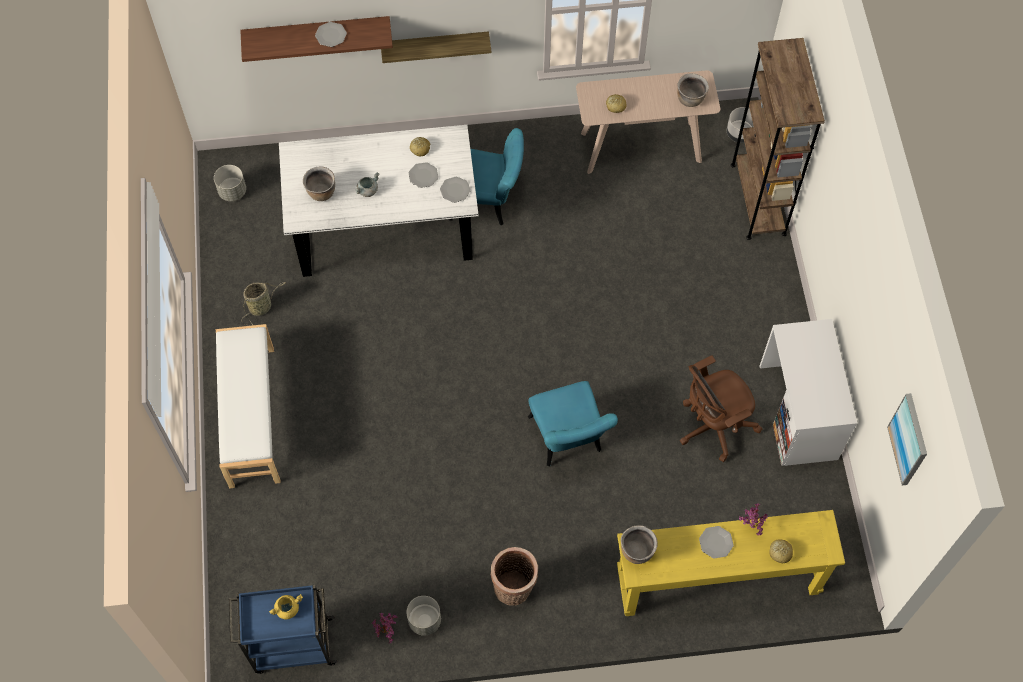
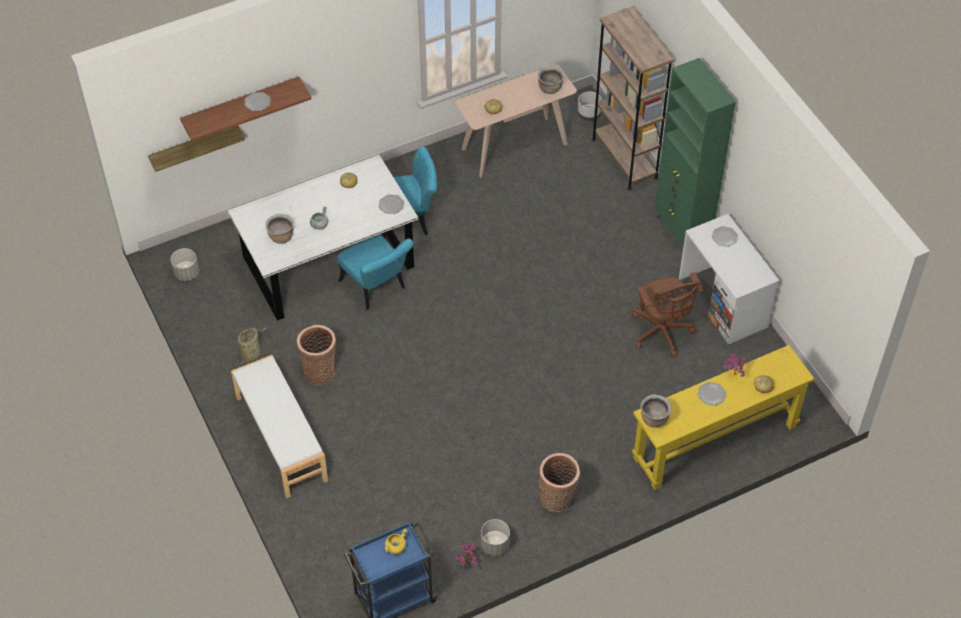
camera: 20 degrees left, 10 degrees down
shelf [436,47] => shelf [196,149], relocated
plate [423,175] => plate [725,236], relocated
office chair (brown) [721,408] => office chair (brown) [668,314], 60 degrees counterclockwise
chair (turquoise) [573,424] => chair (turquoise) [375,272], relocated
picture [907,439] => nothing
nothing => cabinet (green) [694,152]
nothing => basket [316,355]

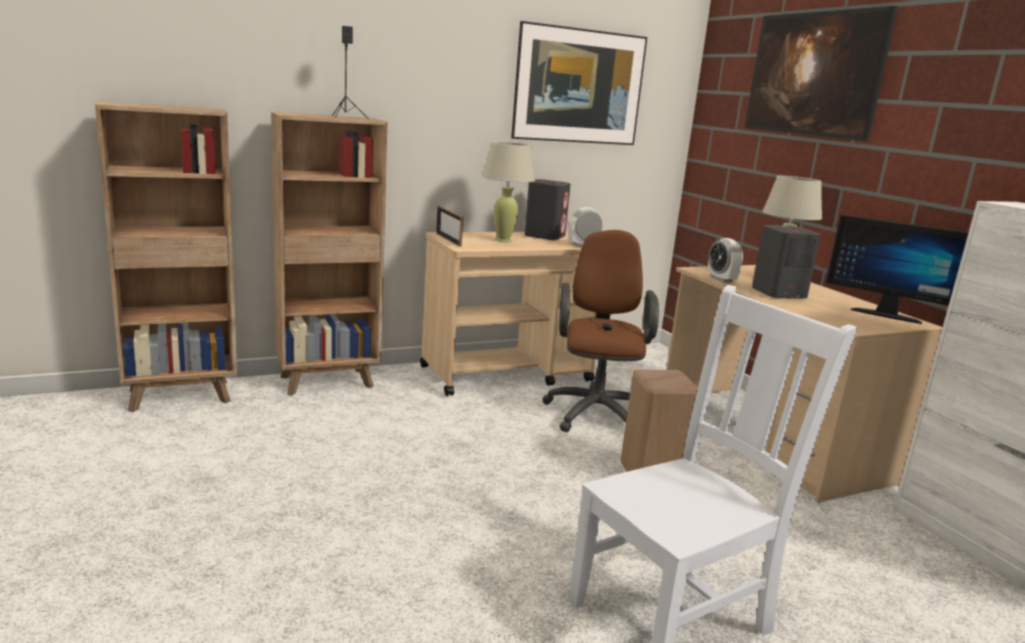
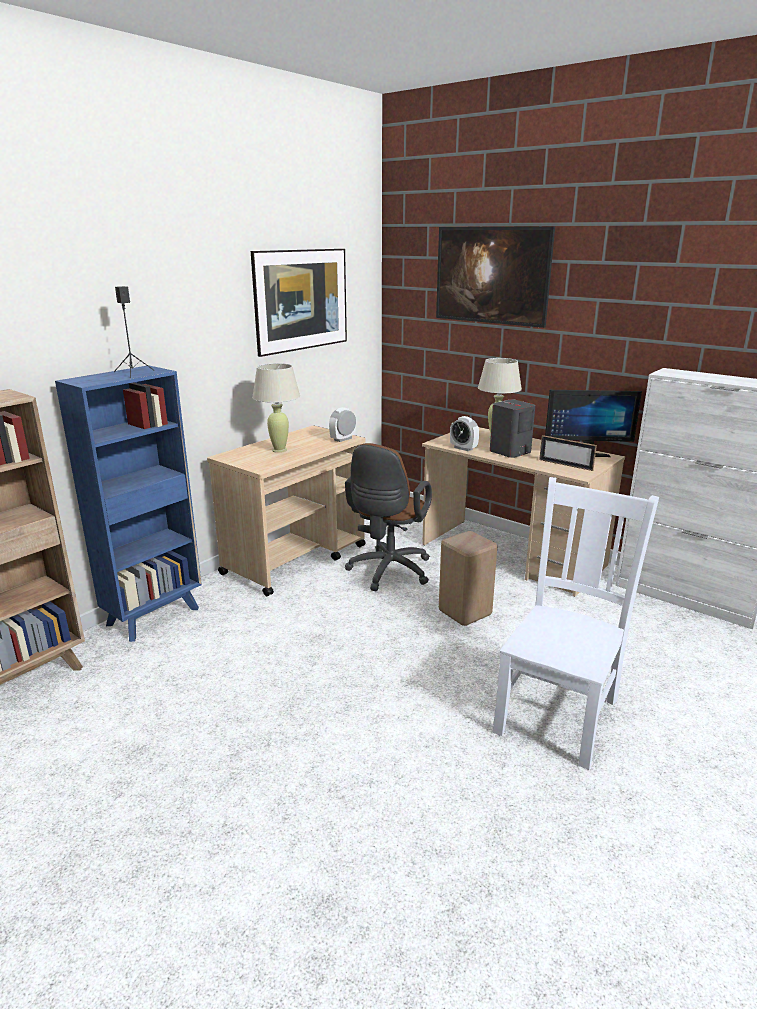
camera: 25 degrees left, 5 degrees up
bookcase (brown) [329,254] => bookcase (blue) [128,503]
speaker (grey) [547,209] => nothing
picture frame [449,226] => picture frame [568,453], relocated
office chair (brown) [600,331] => office chair (brown) [388,517], 135 degrees counterclockwise

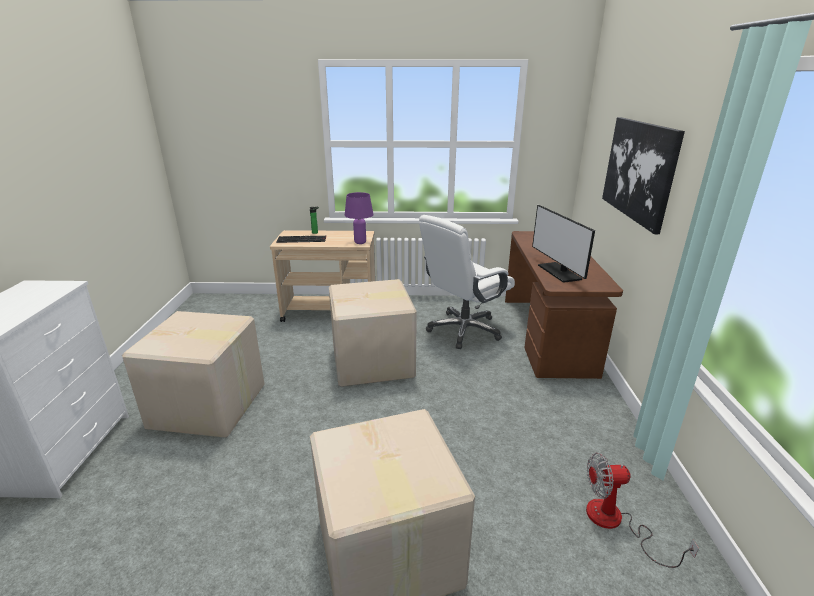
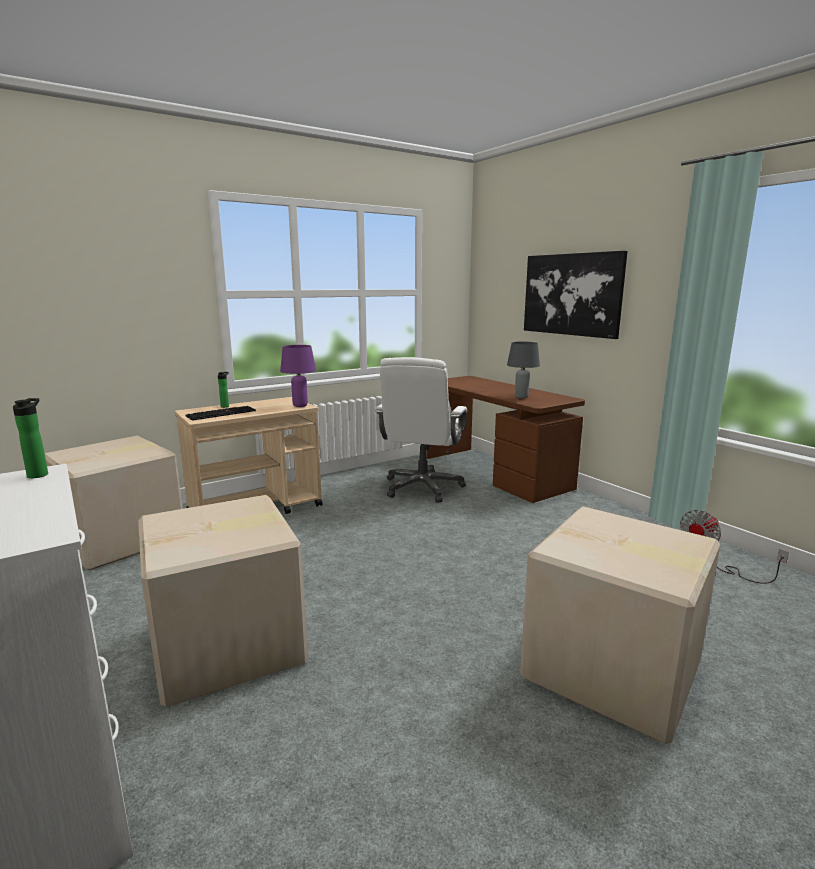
camera: 35 degrees left, 10 degrees down
monitor [563,244] => table lamp (grey) [523,370]
cardboard box [373,333] => cardboard box [114,503], relocated
nothing => bottle [30,438]

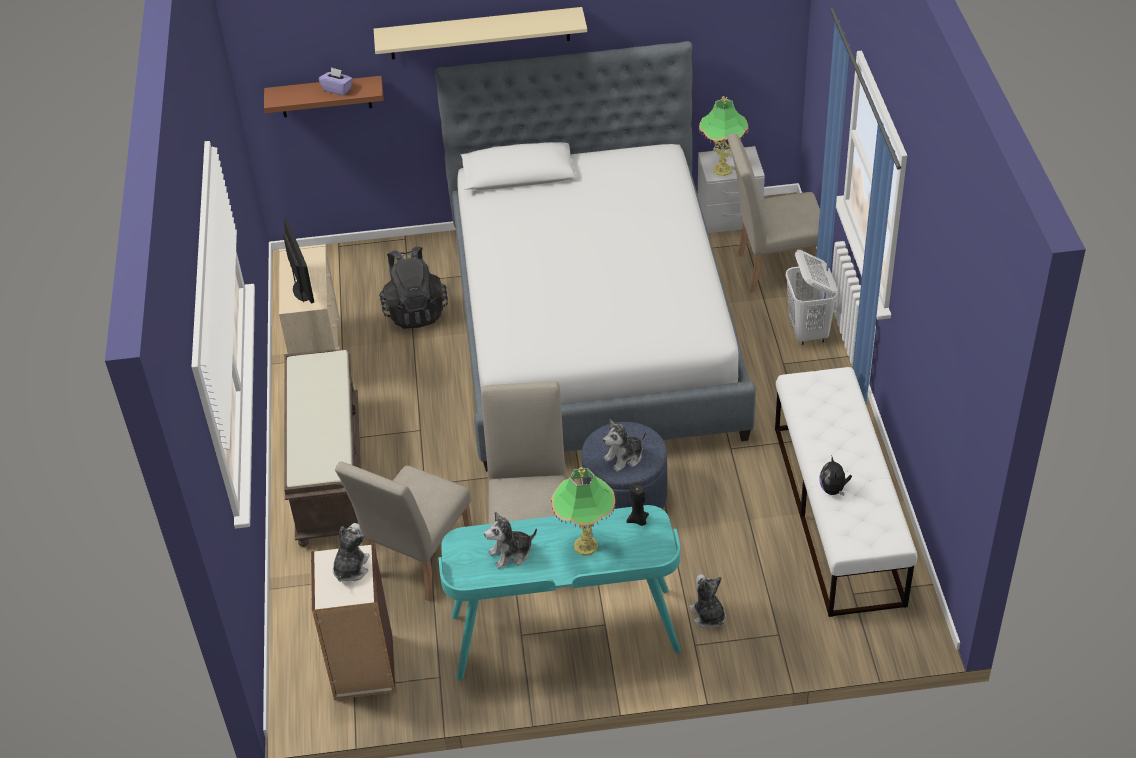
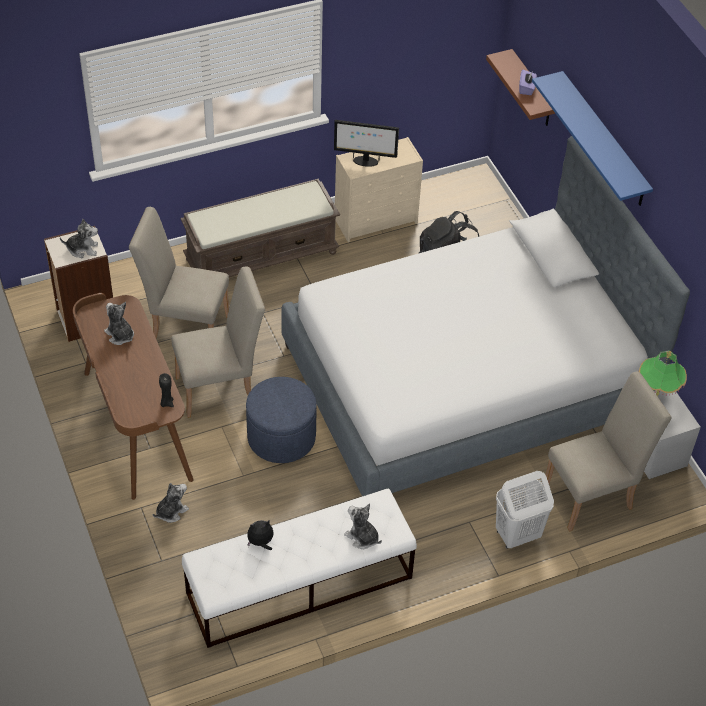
camera: 70 degrees right, 5 degrees up
shelf (beige) [480,33] => shelf (blue) [592,138]
chair (beige) [773,212] => chair (beige) [608,451], 90 degrees clockwise
monitor [298,260] => monitor [366,143], 45 degrees clockwise
plush toy [624,445] => plush toy [363,526], relocated
table lamp [583,511] => nothing
desk (turquoise) [560,593] => desk (brown) [133,396]

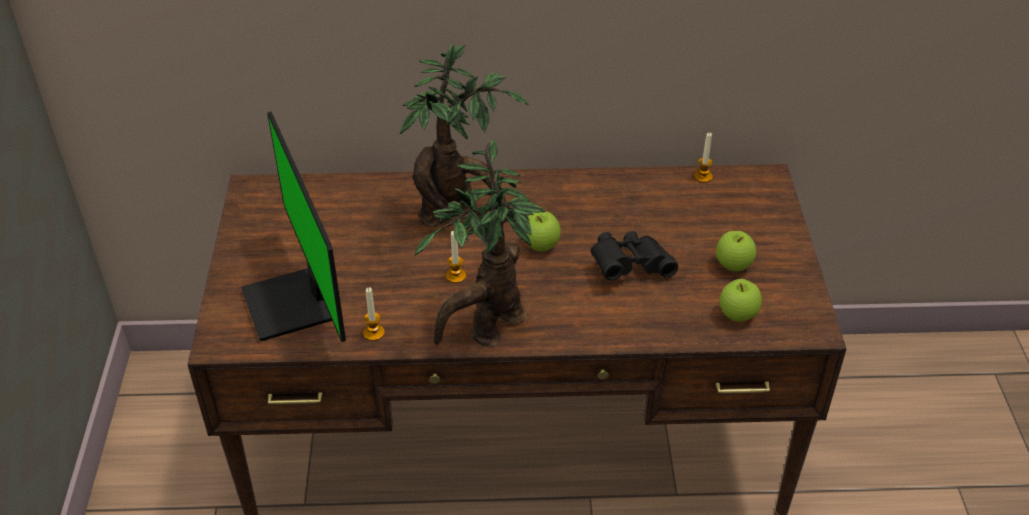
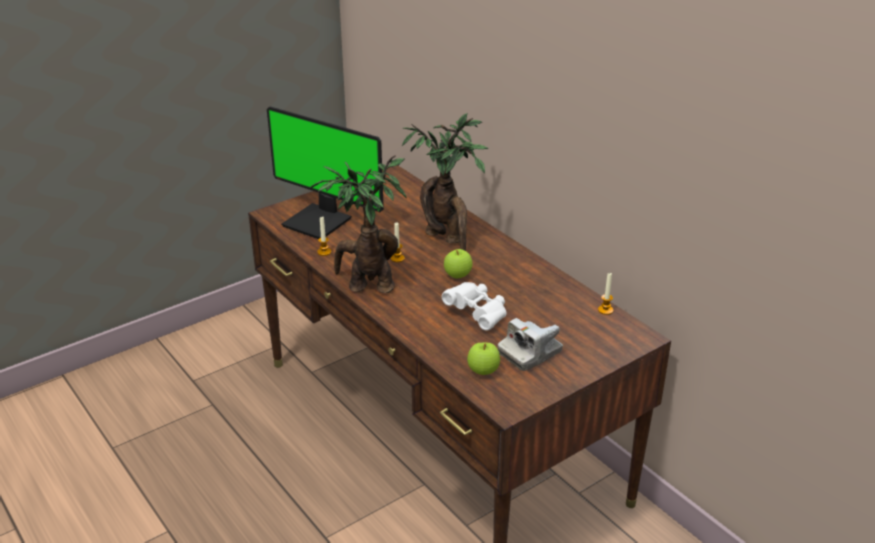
camera: 55 degrees right, 10 degrees down
monitor [293,227] => monitor [325,172], 90 degrees counterclockwise
binoculars (black) [634,255] => binoculars (white) [474,306]
apple [736,251] => photo camera [530,344]

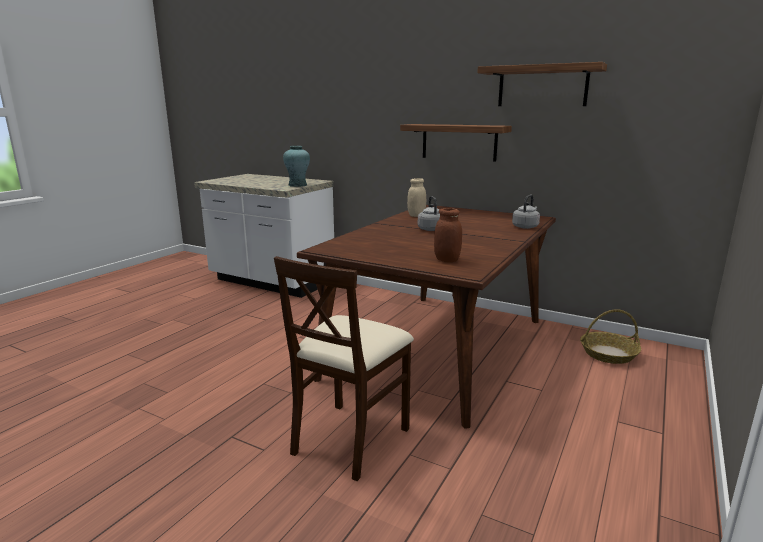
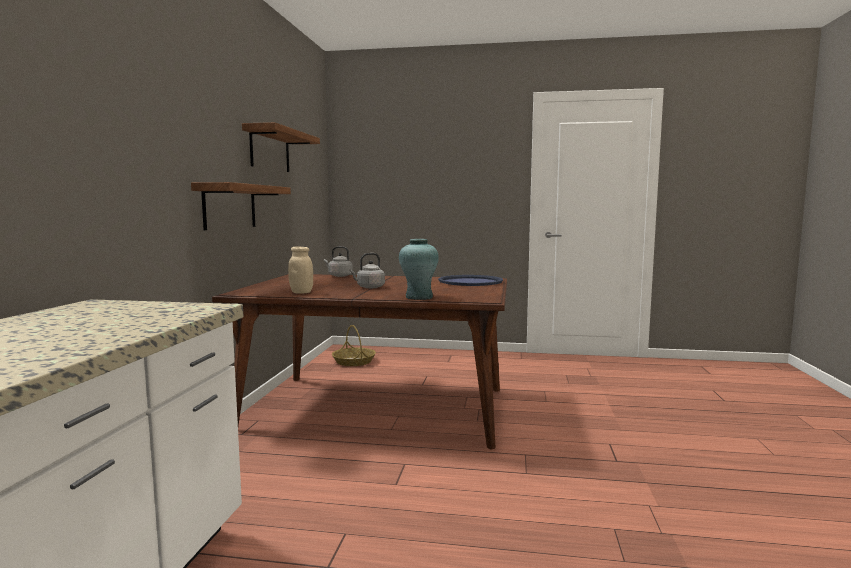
camera: 110 degrees left, 10 degrees down
vase (turquoise) [296,166] => vase (turquoise) [419,269], relocated
jar (brown) [448,235] => tray (blue) [470,280]
chair (beige) [344,368] => nothing

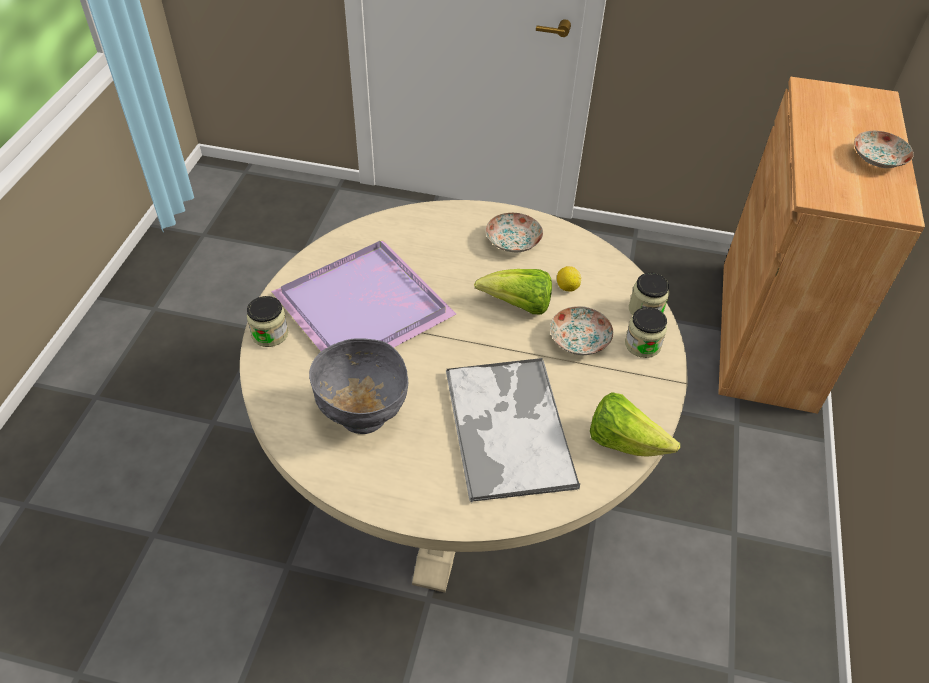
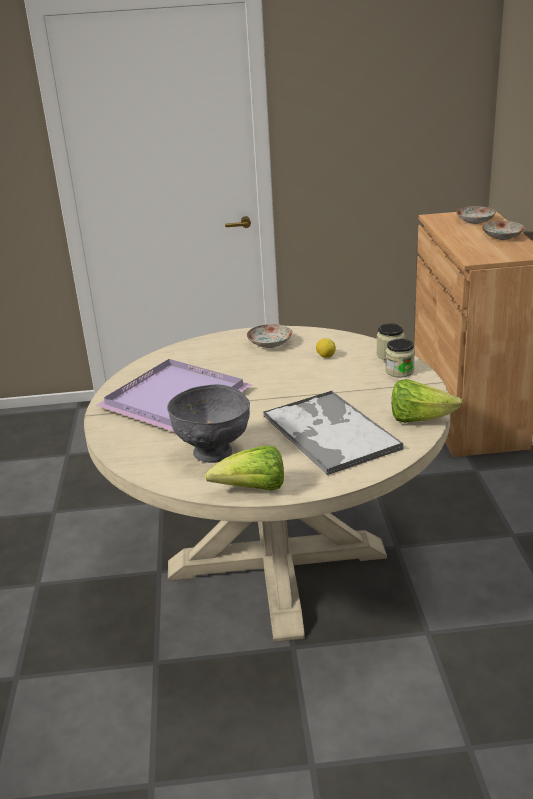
camera: 15 degrees left, 20 degrees down
lettuce [513,292] => lettuce [244,468], relocated
jar [267,321] => nothing
plate [581,330] => plate [476,215], relocated

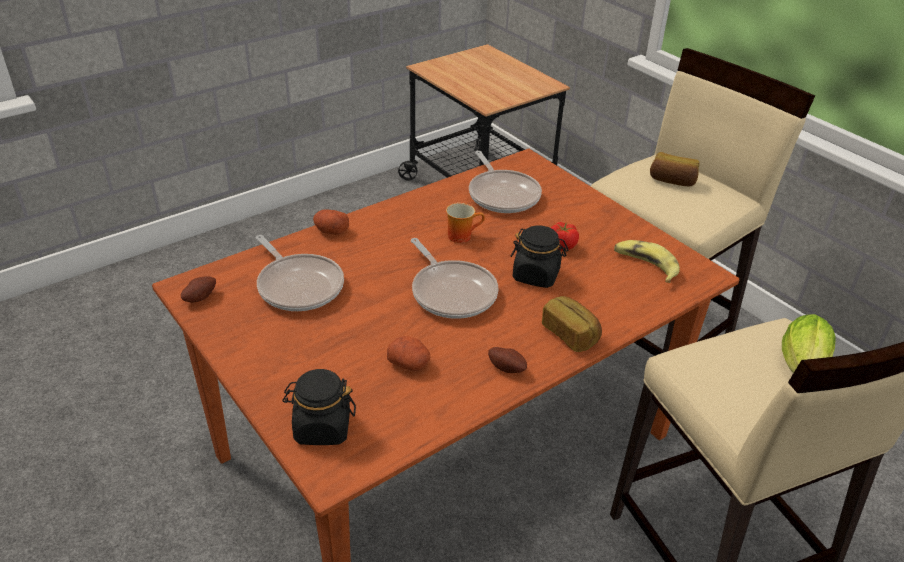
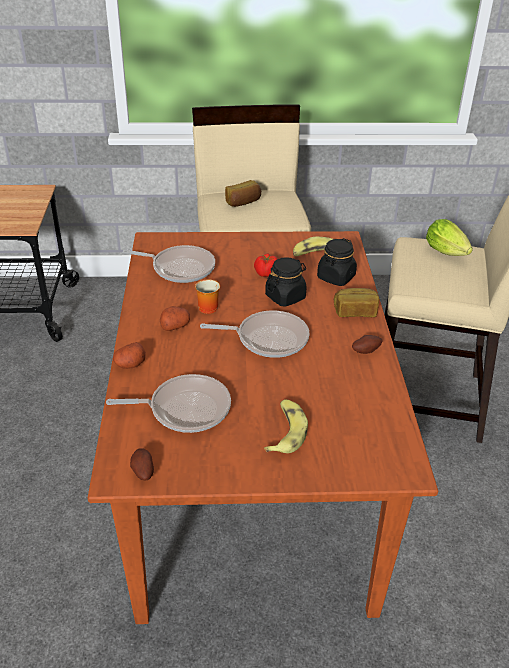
camera: 55 degrees left, 0 degrees up
potato [408,353] => potato [175,318], relocated
jar (black) [319,407] => jar (black) [337,262], relocated
nothing => banana [286,426]

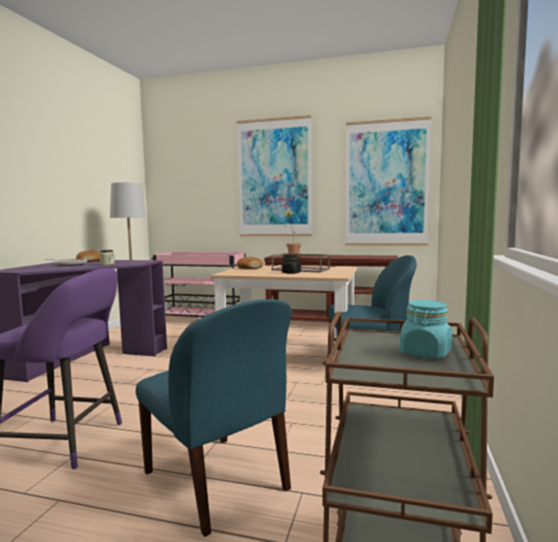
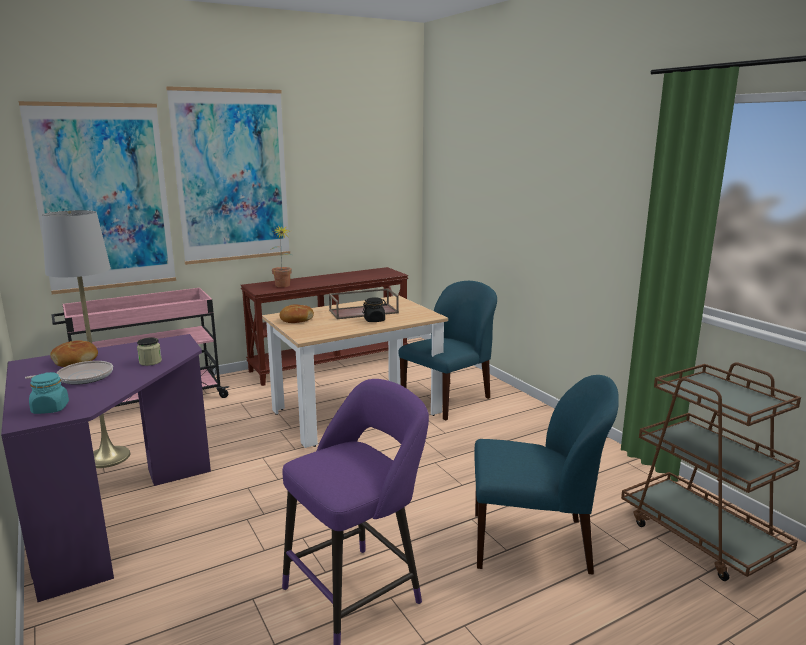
camera: 45 degrees left, 10 degrees up
picture [388,181] => picture [97,198], relocated
jar (turquoise) [426,329] => jar (turquoise) [49,393], relocated

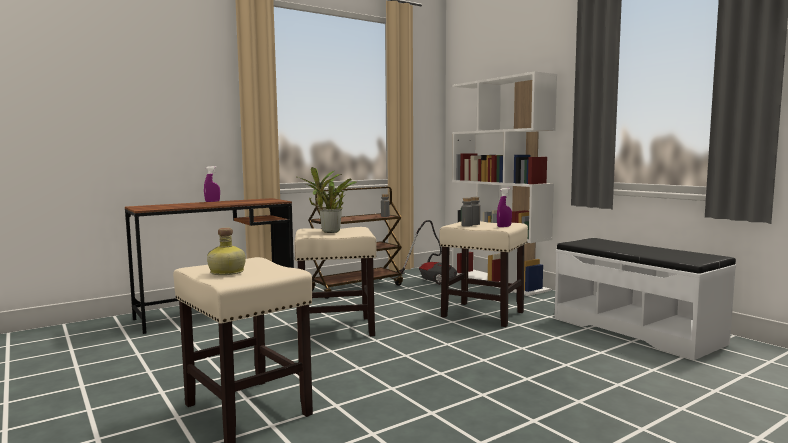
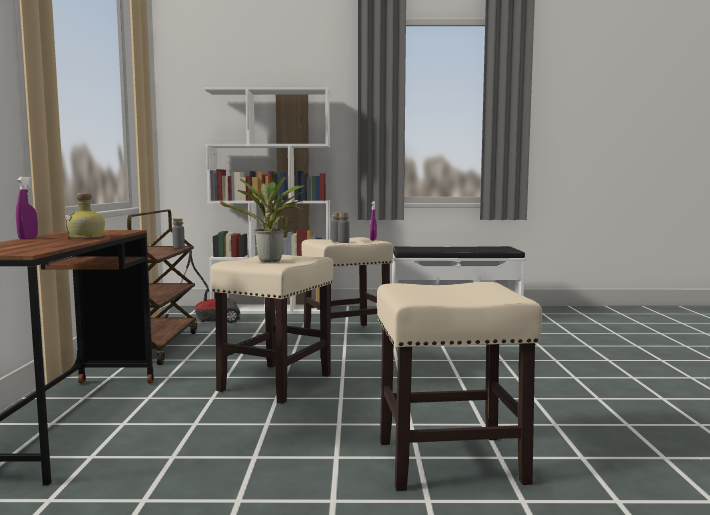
camera: 55 degrees left, 0 degrees up
bottle [226,251] => bottle [85,215], relocated

